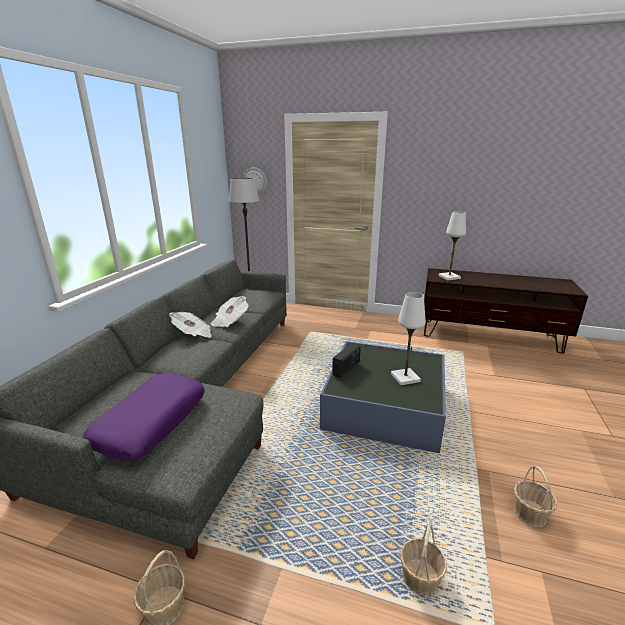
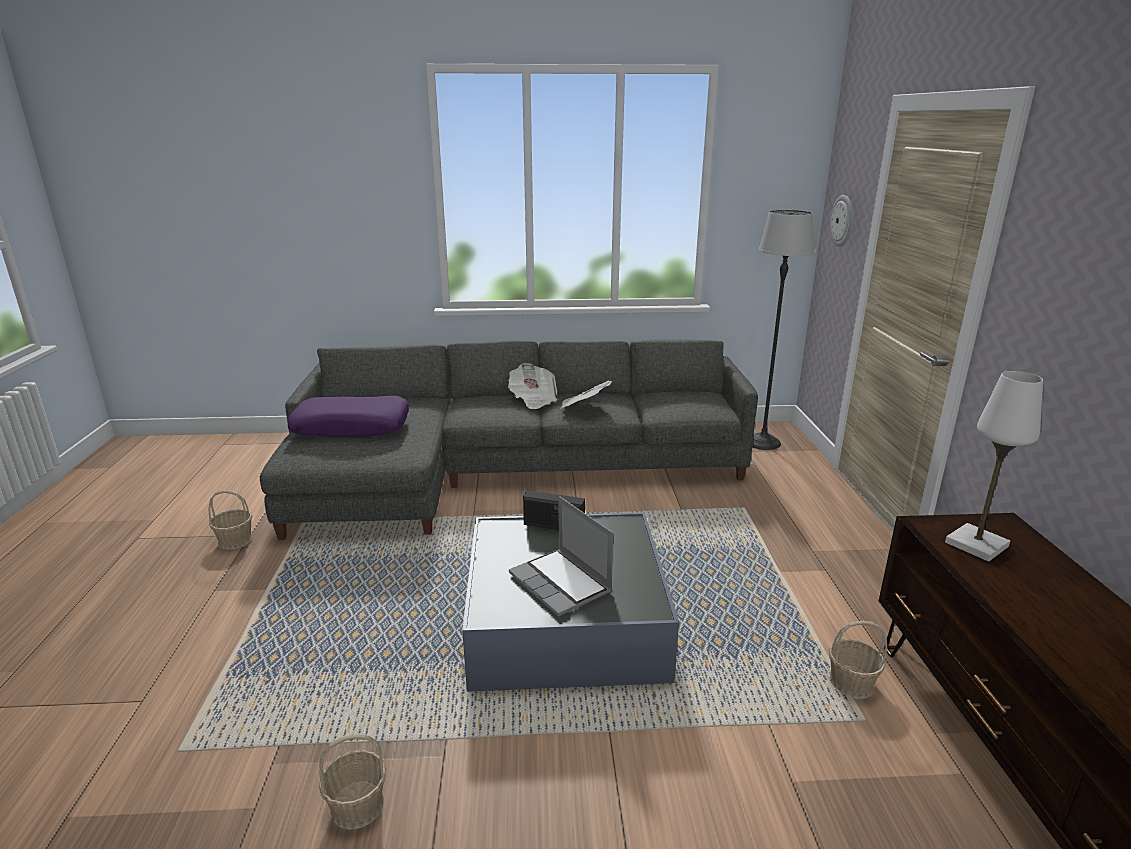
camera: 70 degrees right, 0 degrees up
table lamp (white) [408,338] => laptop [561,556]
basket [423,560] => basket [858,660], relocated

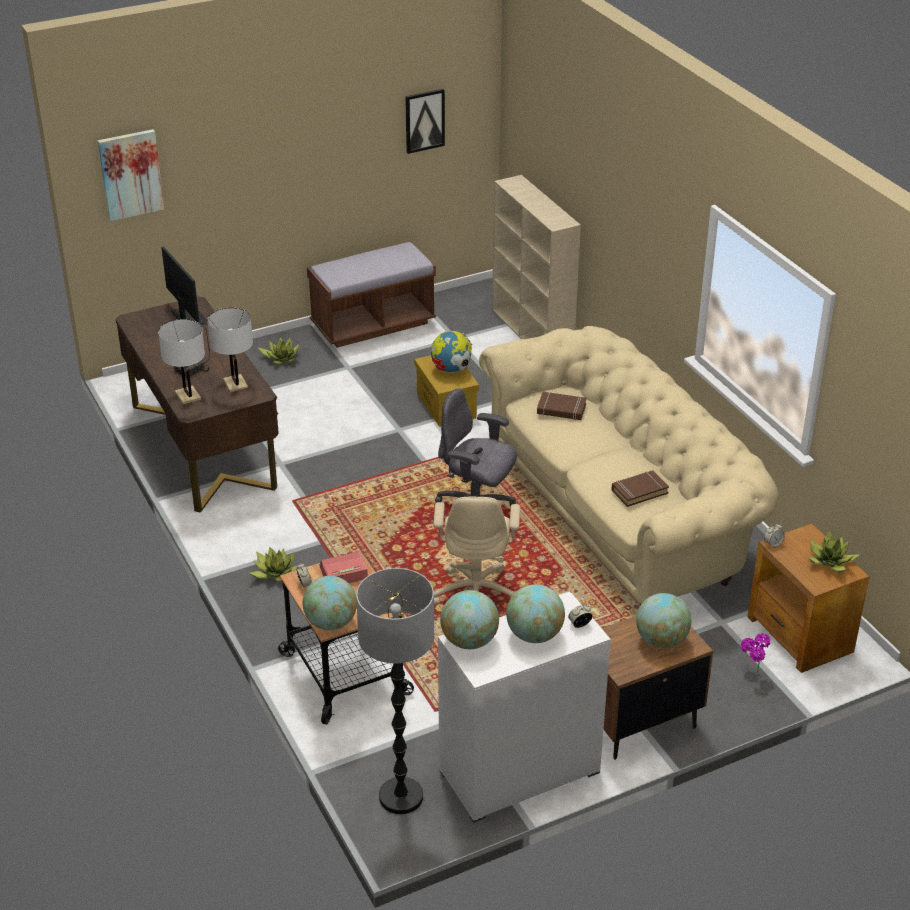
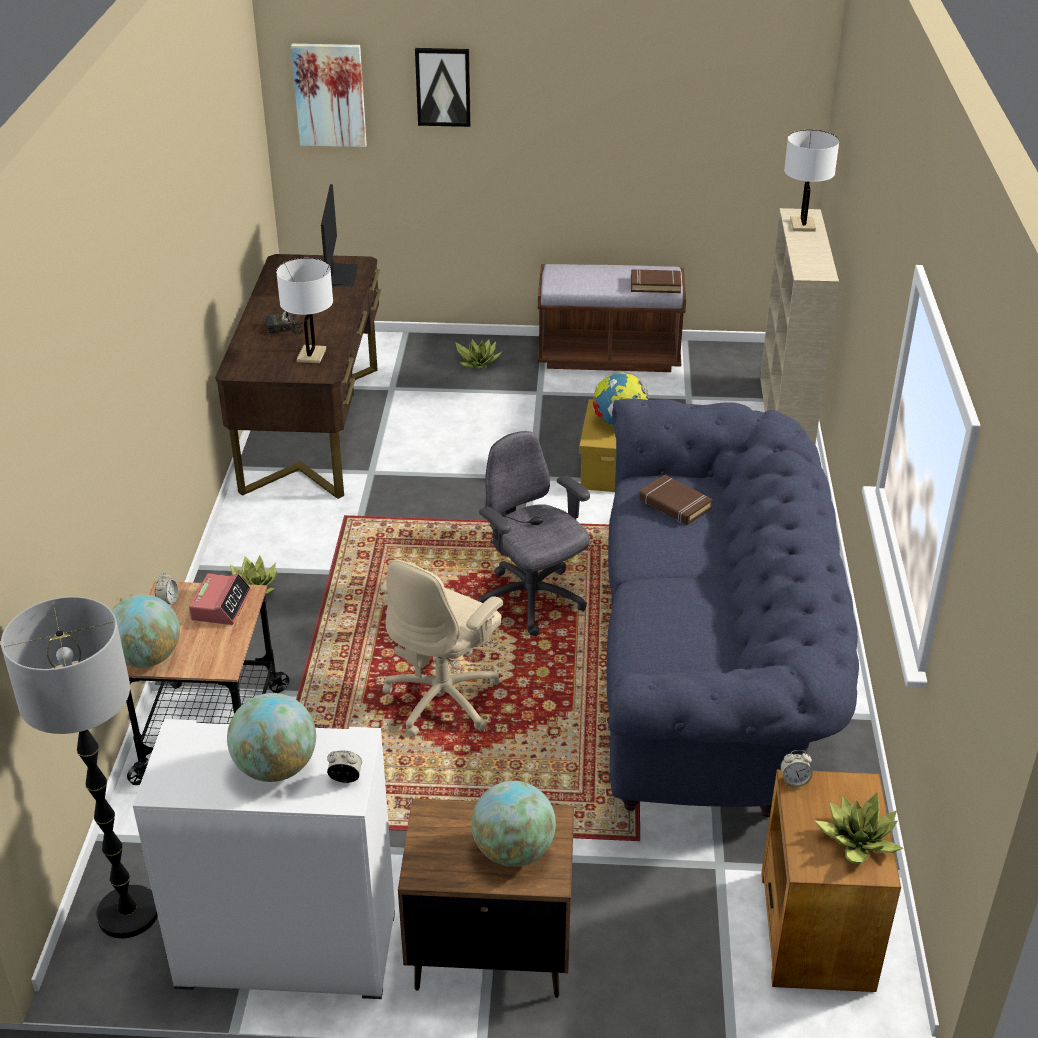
camera: 30 degrees right, 0 degrees up
picture [425,121] => picture [443,87], relocated
table lamp (white) [181,362] => table lamp (white) [811,181], relocated
sofa (beige) [629,465] => sofa (blue) [733,608]
book (brown) [640,488] => book (brown) [656,281], relocated
alarm clock [343,567] => alarm clock [220,599], 90 degrees clockwise
globe [469,619] => nothing
potted plant [755,653] => nothing

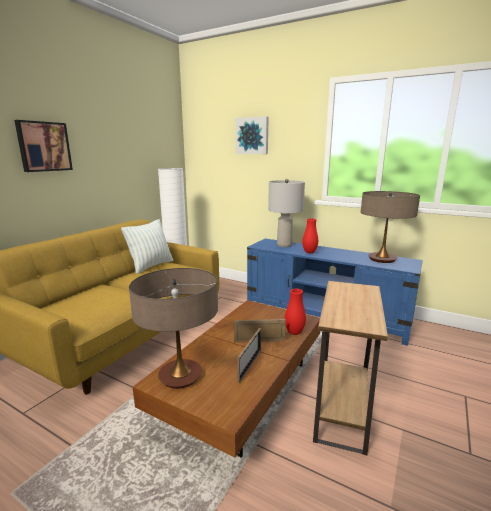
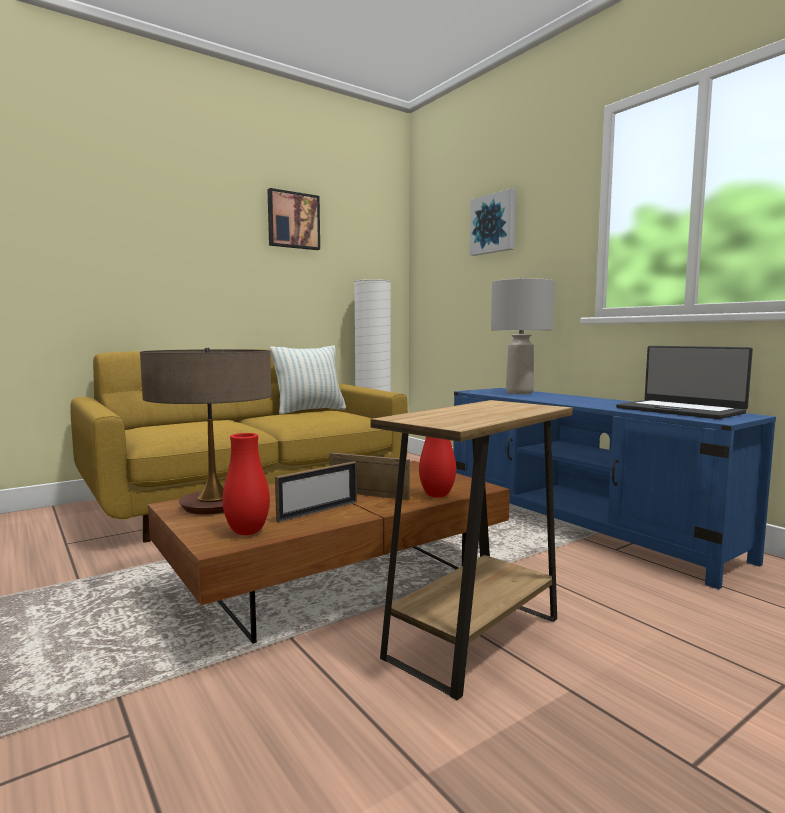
camera: 25 degrees right, 10 degrees down
picture [43,146] => picture [293,219], relocated
table lamp [390,227] => laptop [684,382]
vase (red) [310,236] => vase (red) [246,484], relocated

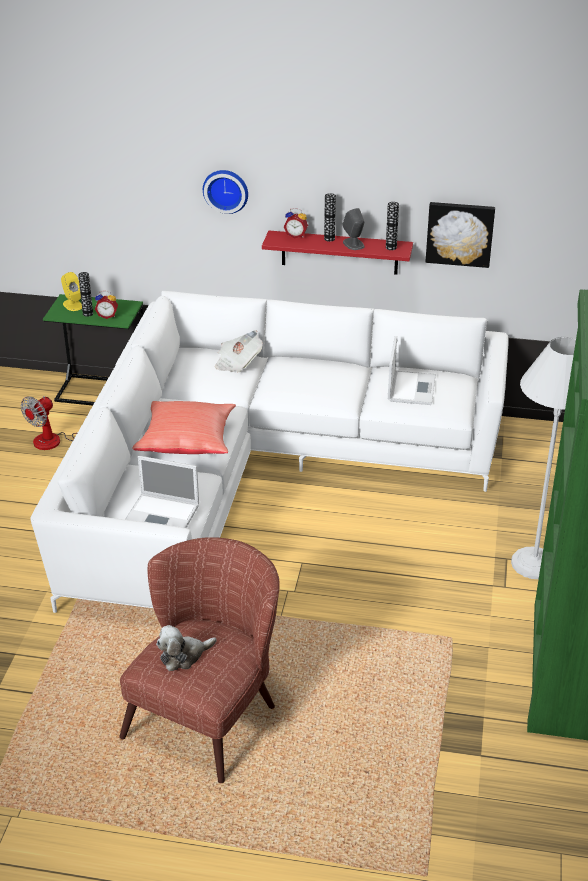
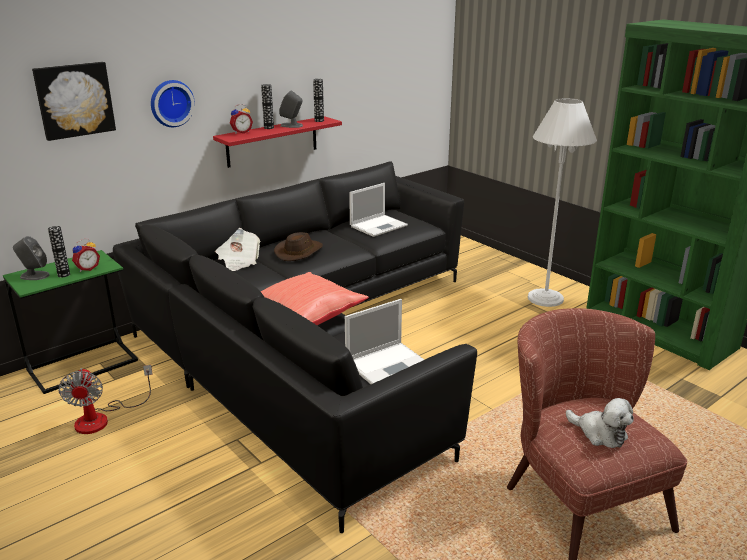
camera: 50 degrees left, 10 degrees down
picture [460,235] => picture [74,101], relocated
speaker (yellow) [71,291] => speaker (grey) [31,258]
sofa (white) [270,452] => sofa (black) [295,347]
laptop [412,370] => laptop [378,210], 90 degrees clockwise
plush toy [186,648] => plush toy [600,423], 60 degrees counterclockwise
nothing => hat (brown) [298,246]

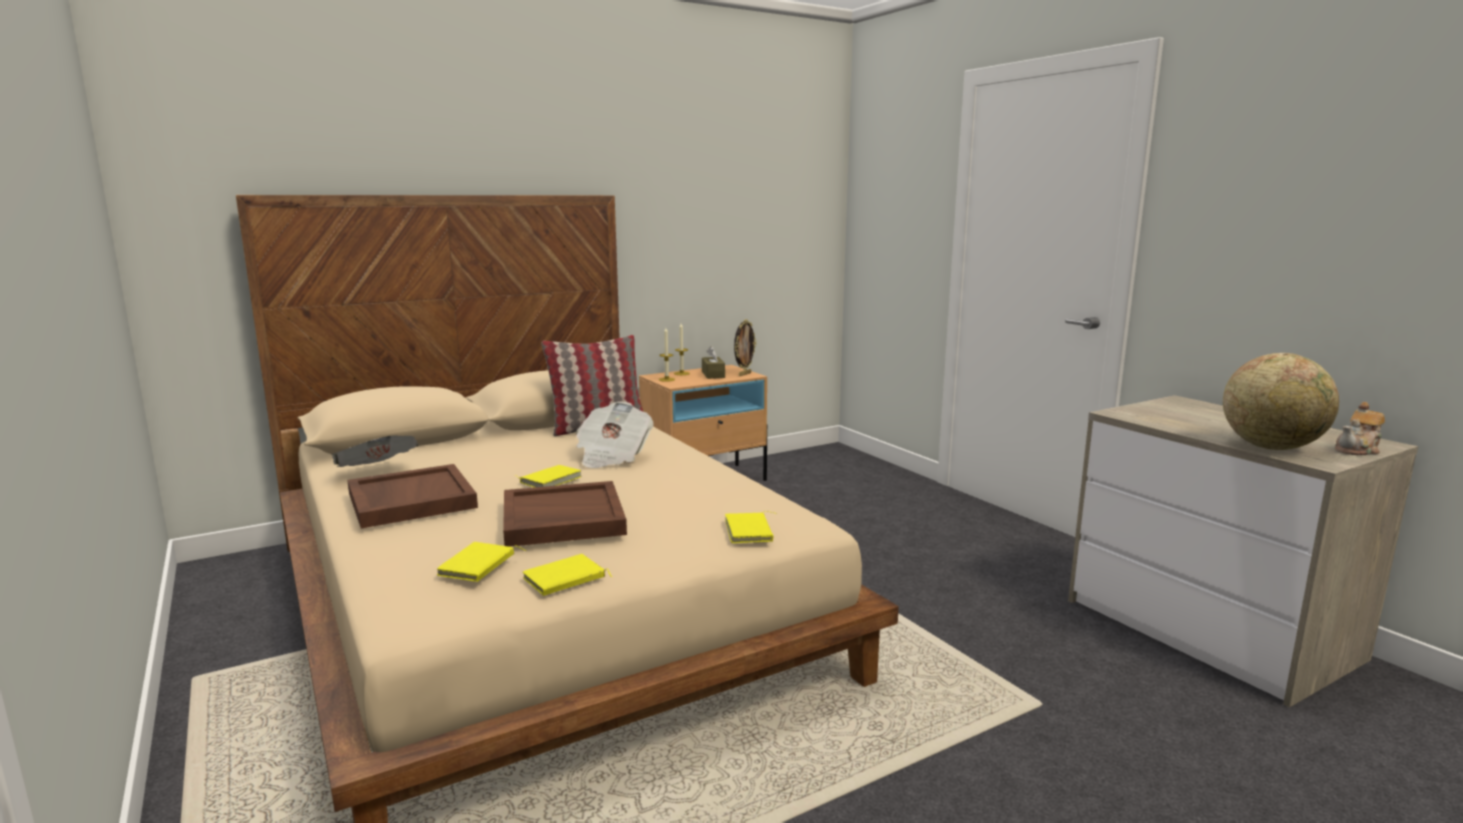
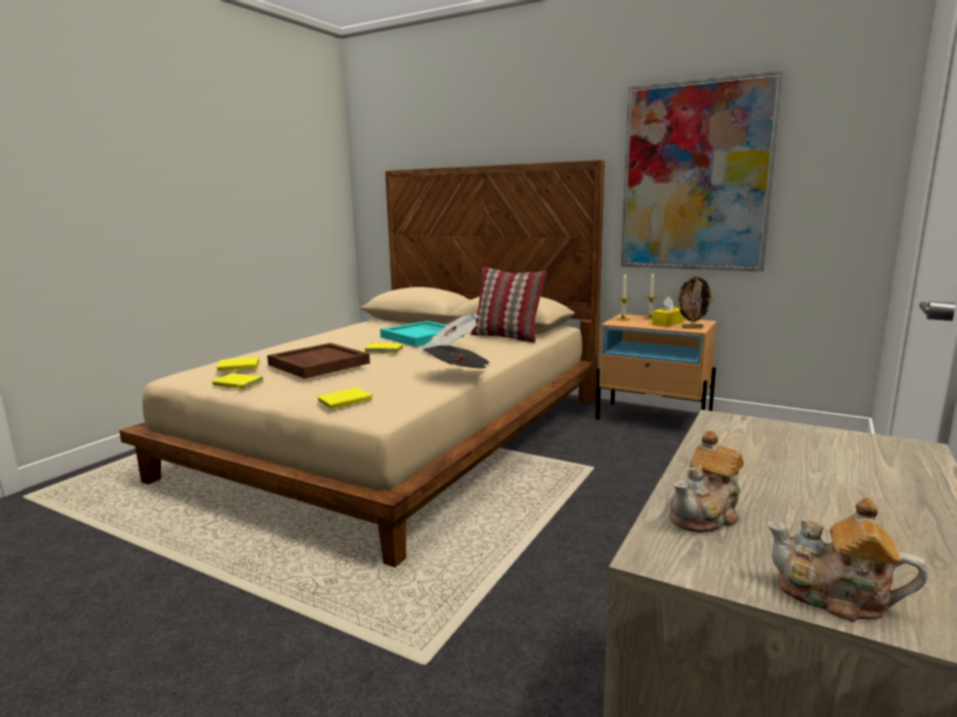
camera: 60 degrees right, 0 degrees up
tissue box (brown) [713,362] => tissue box (yellow) [668,312]
globe [1281,401] => teapot [706,481]
newspaper [375,451] => newspaper [456,356], relocated
tray (brown) [412,496] => nothing
nothing => picture [702,171]
nothing => tray (turquoise) [422,334]

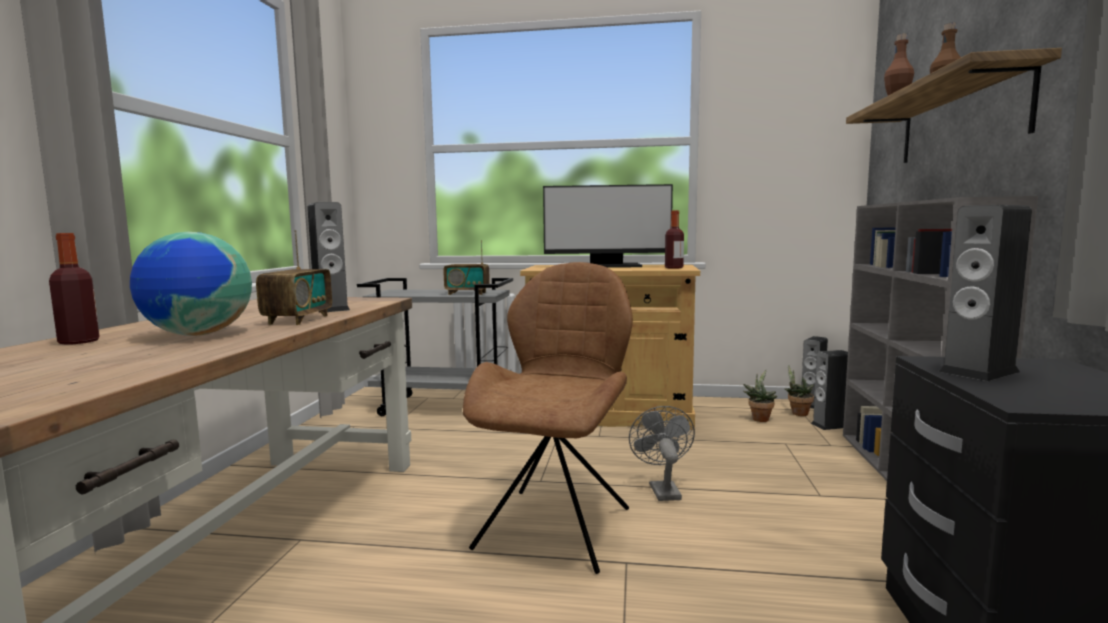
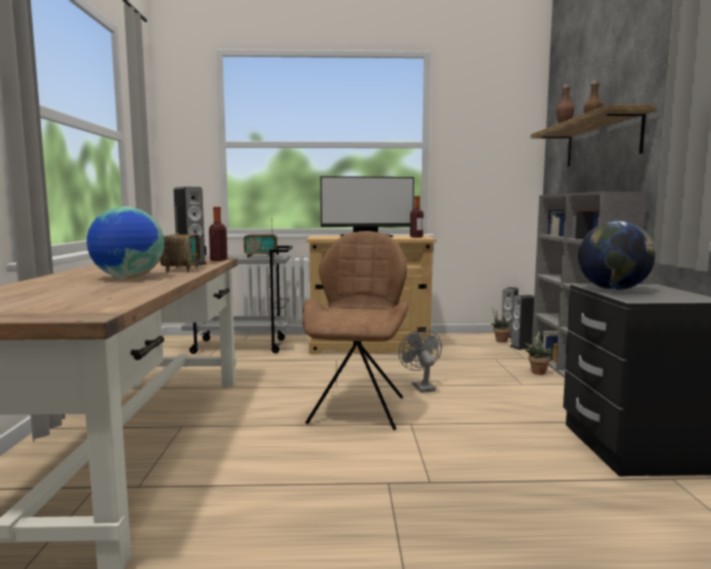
camera: 10 degrees left, 0 degrees up
speaker [985,293] => globe [617,255]
bottle [74,289] => bottle [218,234], relocated
potted plant [760,396] => potted plant [538,352], relocated

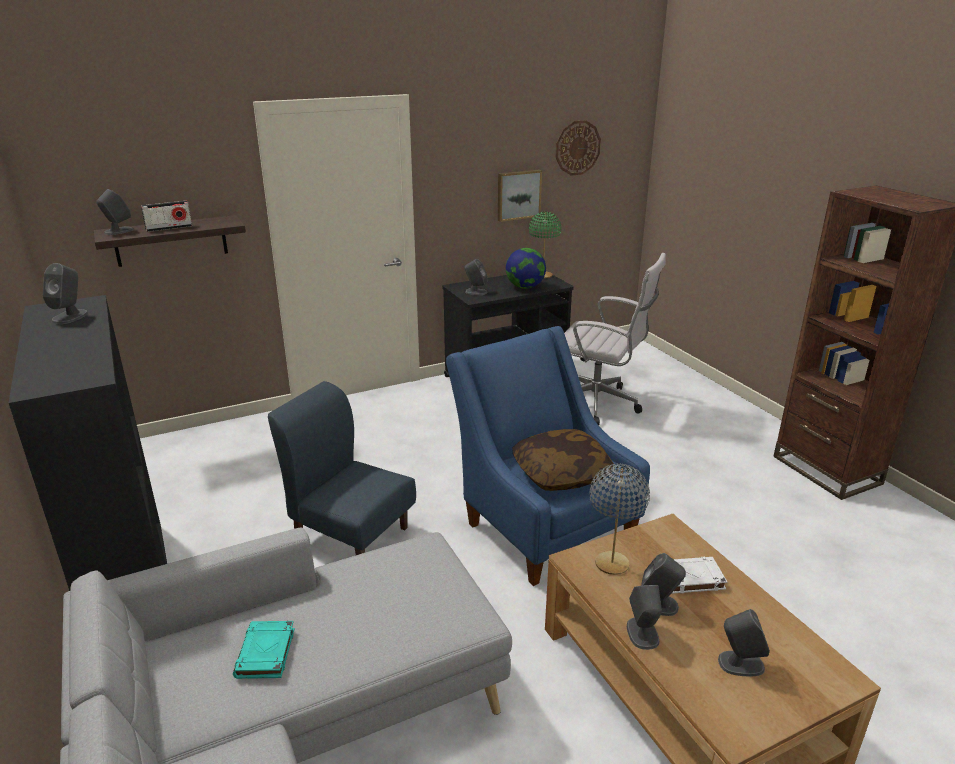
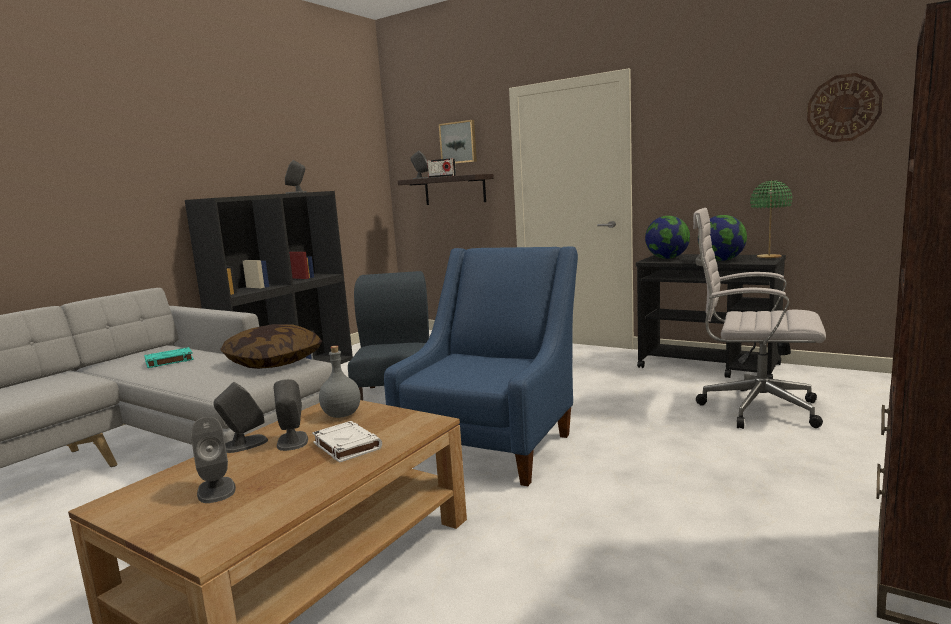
camera: 60 degrees right, 15 degrees down
picture [520,196] => picture [458,142], relocated
office chair (white) [615,339] => office chair (white) [759,318], 120 degrees clockwise
speaker (grey) [476,277] => globe [667,237]
pillow [563,460] => pillow [271,346], relocated
table lamp (grey) [620,519] => bottle (grey) [340,382]

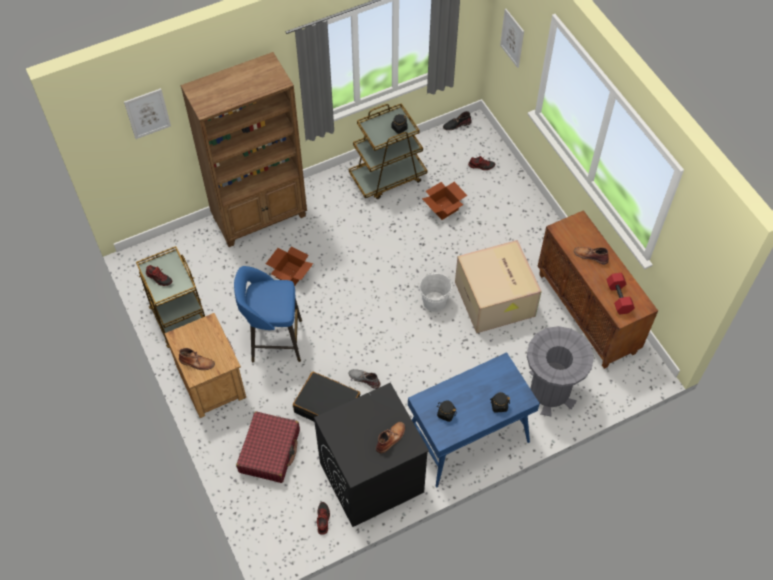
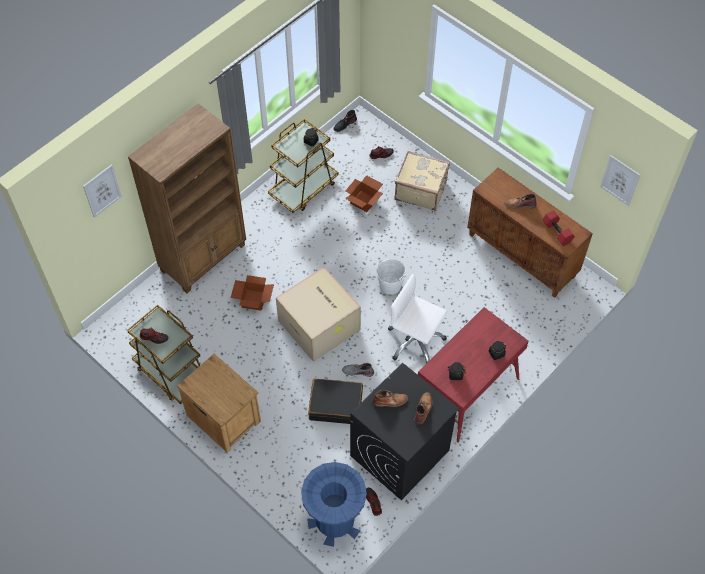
camera: 20 degrees left, 0 degrees up
picture [512,38] => picture [620,180], relocated
cardboard box [498,286] => cardboard box [318,314], relocated
stool (blue) [268,314] => nothing
trash can (grey) [560,371] => nothing
boot (brown) [197,359] => boot (brown) [390,398], relocated
desk (blue) [474,419] => desk (red) [473,375]
suitcase (red) [268,447] => nothing
nothing => suitcase (beige) [422,181]
nothing => office chair (white) [417,318]
nothing => trash can (blue) [334,504]

